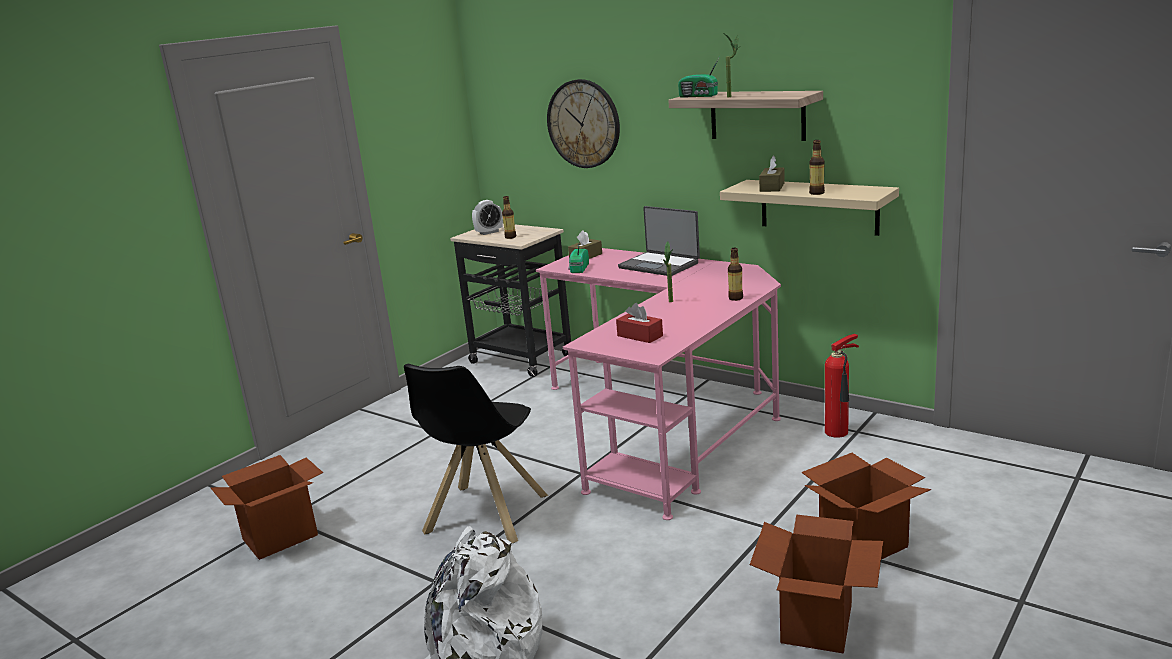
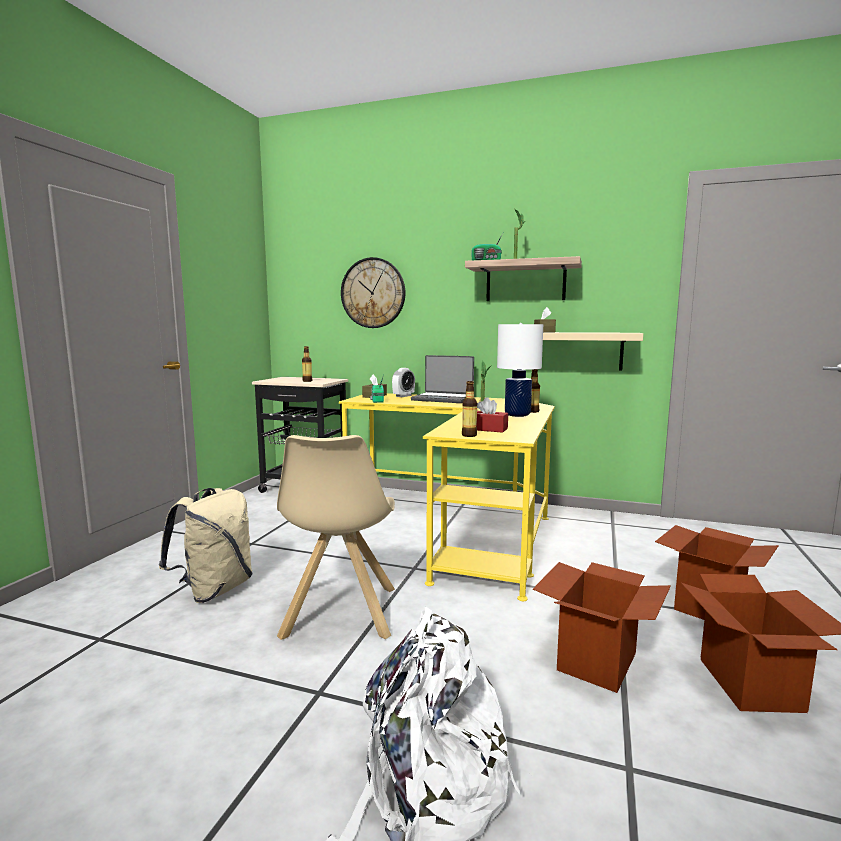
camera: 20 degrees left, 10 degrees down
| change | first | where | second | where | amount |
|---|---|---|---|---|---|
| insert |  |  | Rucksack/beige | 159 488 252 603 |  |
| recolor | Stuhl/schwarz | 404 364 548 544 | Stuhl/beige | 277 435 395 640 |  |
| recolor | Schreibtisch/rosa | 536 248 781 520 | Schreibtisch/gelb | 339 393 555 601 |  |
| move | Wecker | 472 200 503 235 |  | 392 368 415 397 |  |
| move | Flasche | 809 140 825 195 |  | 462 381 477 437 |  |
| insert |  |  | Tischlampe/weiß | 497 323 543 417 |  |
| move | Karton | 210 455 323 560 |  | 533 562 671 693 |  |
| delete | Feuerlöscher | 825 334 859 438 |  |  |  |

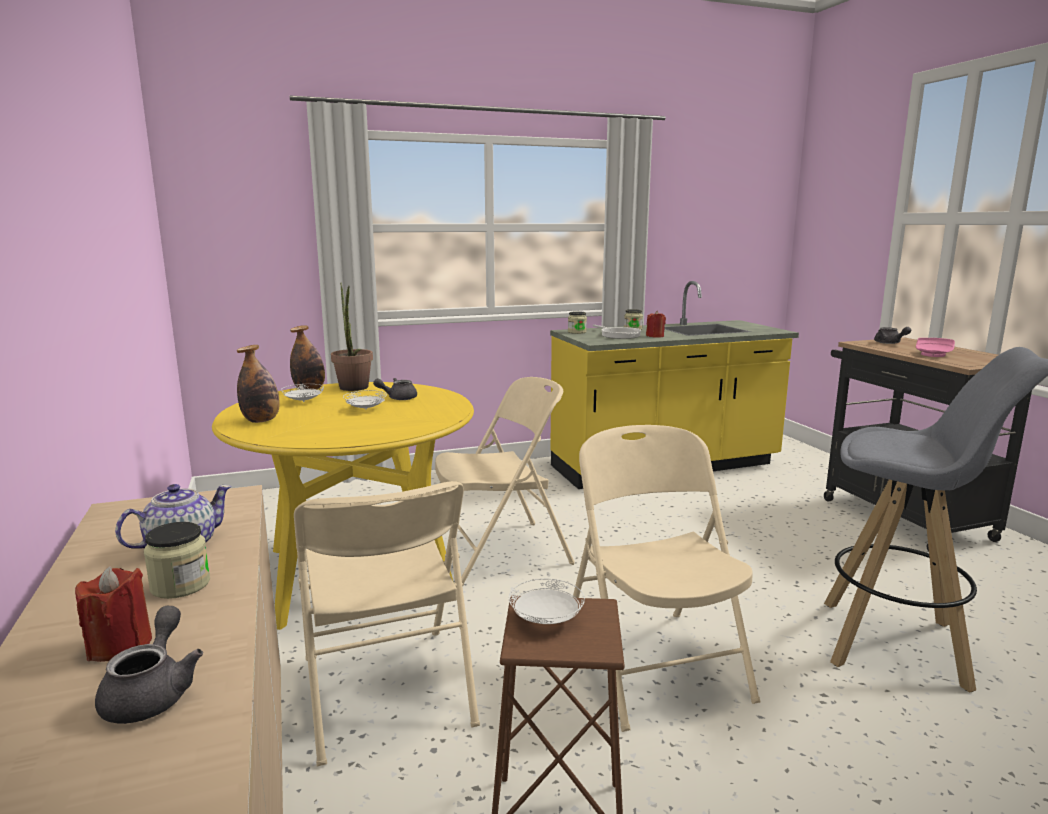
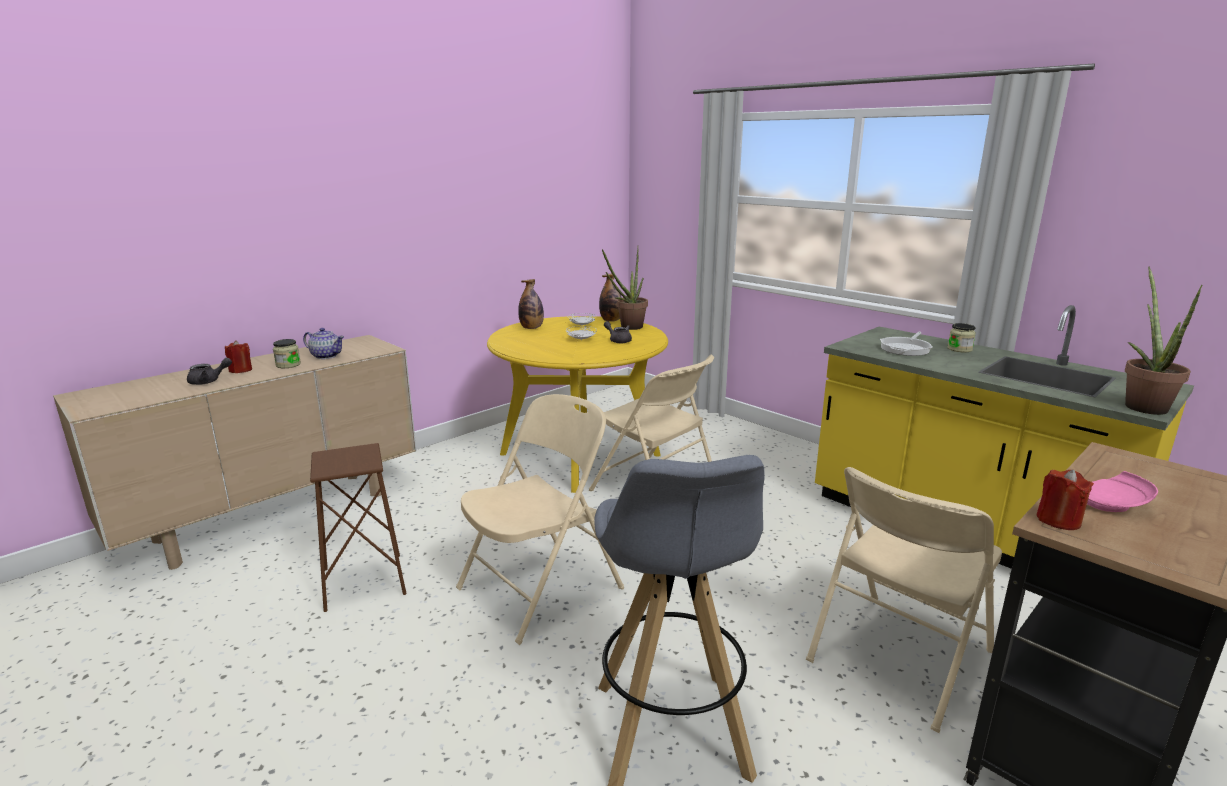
camera: 65 degrees right, 5 degrees up
| change | first | where | second | where | amount |
|---|---|---|---|---|---|
| move | Stuhl/beige | 294 481 480 767 |  | 806 467 1002 733 |  |
| move | Kerze/rot | 646 311 666 337 |  | 1036 470 1094 530 |  |
| insert |  |  | Topfpflanze | 1125 267 1203 415 |  |
| delete | Teller/weiß | 509 579 585 624 |  |  |  |
| delete | Vorratsglas | 568 311 587 334 |  |  |  |
| delete | Teekanne/grau | 874 327 911 344 |  |  |  |

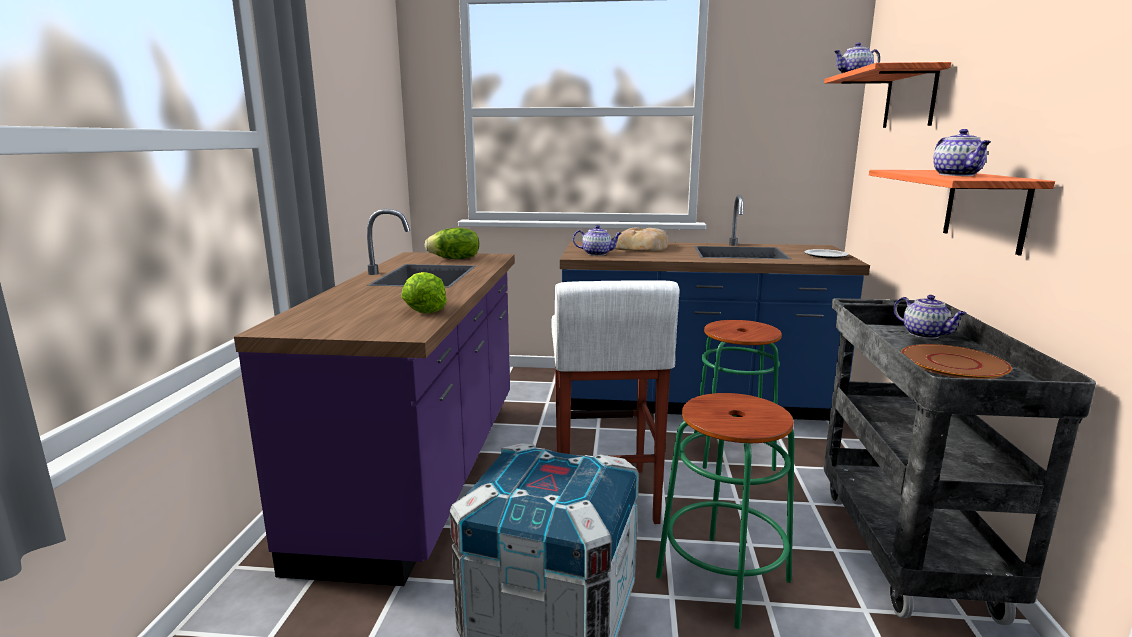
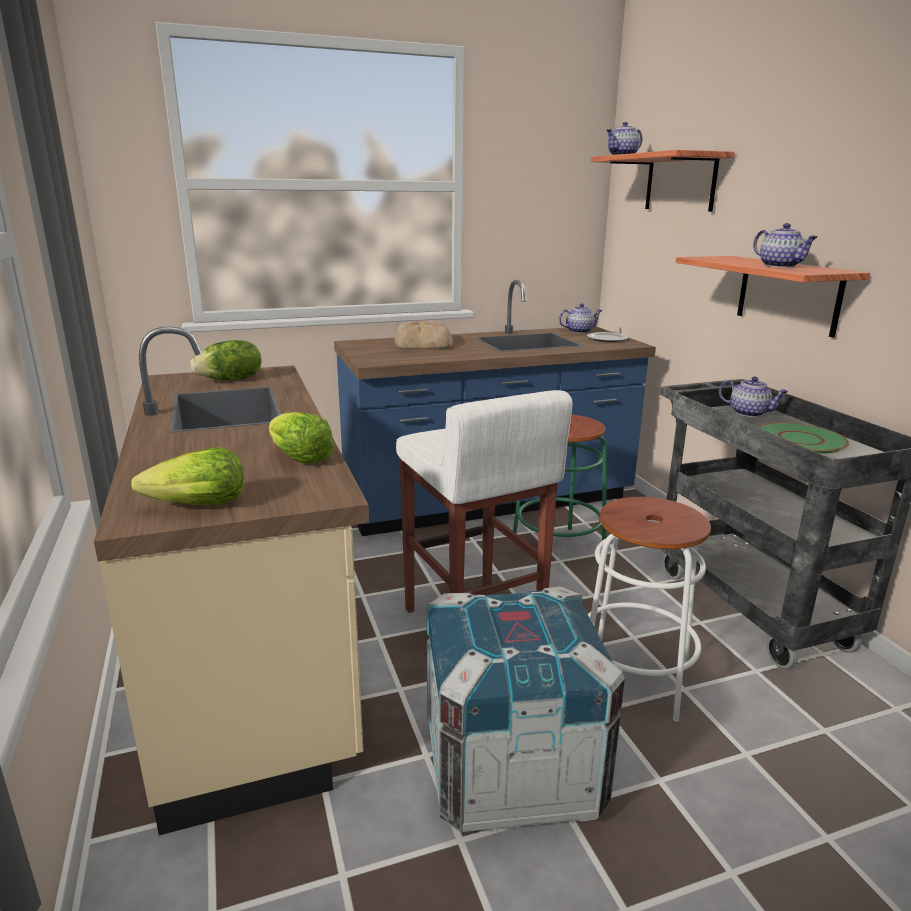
camera: 25 degrees left, 5 degrees up
| change | first | where | second | where | amount |
|---|---|---|---|---|---|
| recolor | Küchenzeile/lila | 234 209 515 586 | Küchenzeile/beige | 94 327 369 835 |  |
| insert |  |  | Salatkopf | 131 447 243 505 |  |
| move | Teekanne | 573 225 622 256 |  | 559 303 602 333 |  |
| recolor | Hocker/grün | 656 393 794 629 | Hocker/weiß | 588 497 711 722 |  |
| recolor | Teller/braun | 901 344 1012 379 | Teller/grün | 758 423 849 454 |  |

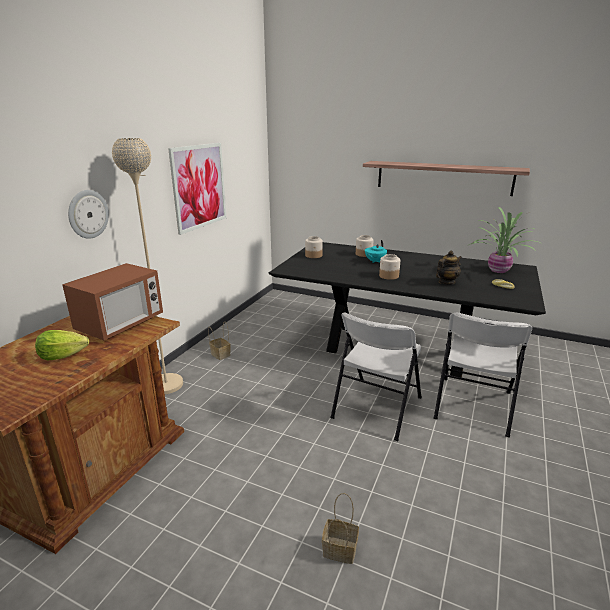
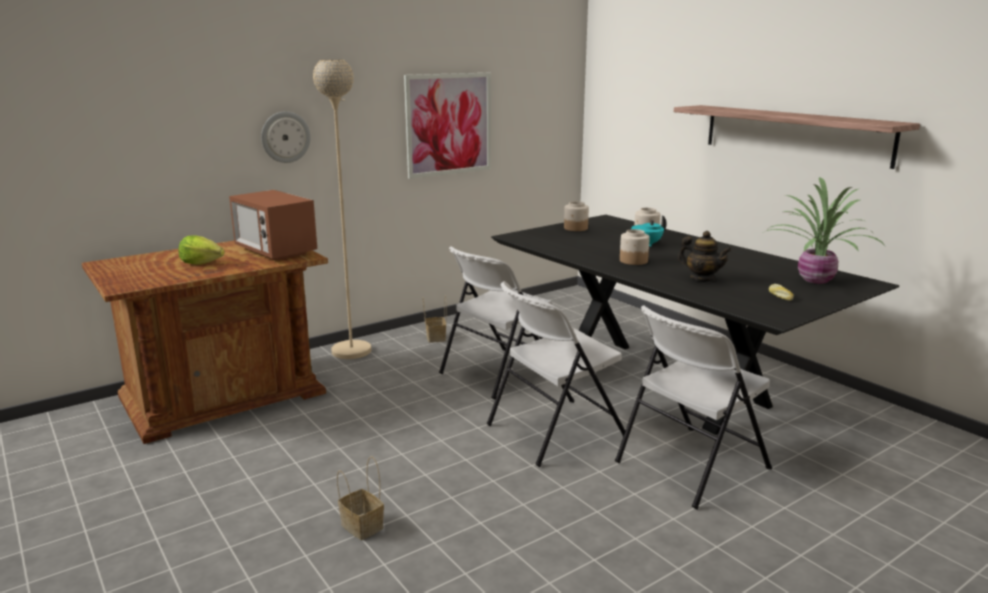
camera: 30 degrees right, 5 degrees down
| change | first | where | second | where | amount |
|---|---|---|---|---|---|
| rotate | Mikrowelle | 62 263 163 340 |  | 229 190 317 260 | 75 degrees clockwise |
| insert |  |  | Stuhl/weiß | 439 246 551 399 |  |
| rotate | Teekanne | 436 251 462 285 |  | 678 231 732 282 | 45 degrees clockwise |

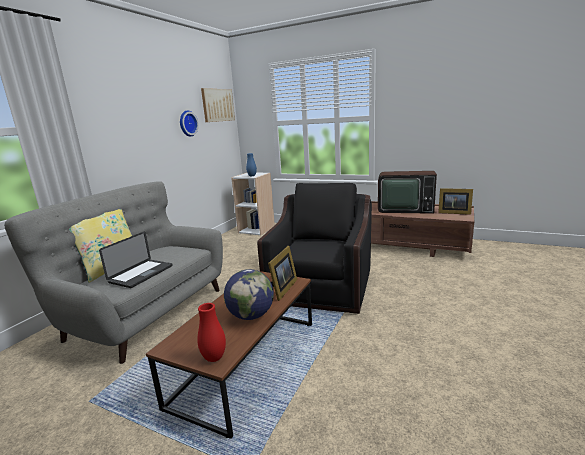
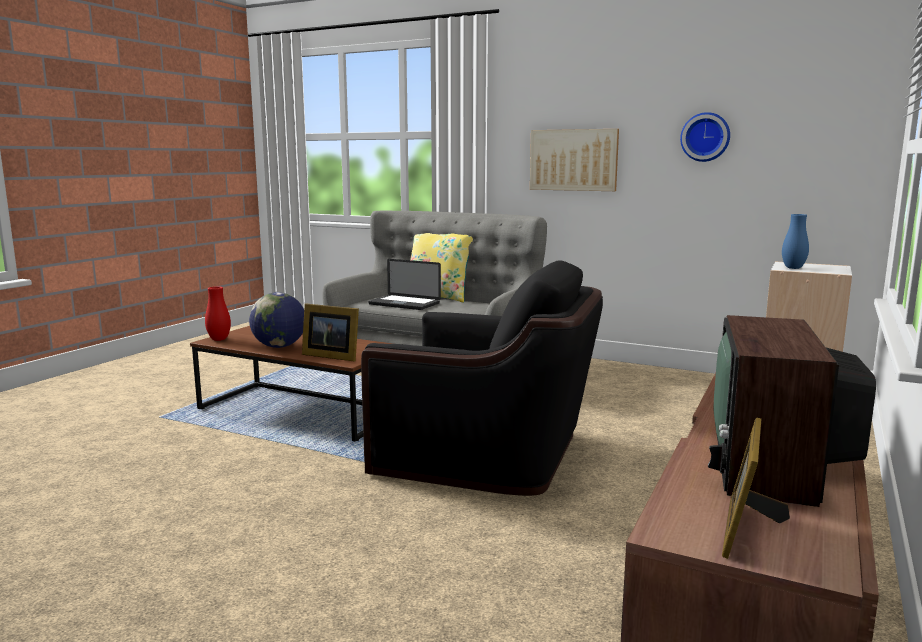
camera: 90 degrees right, 5 degrees down
| change | first | where | second | where | amount |
|---|---|---|---|---|---|
| move | Bild | 201 88 235 122 |  | 530 129 619 191 |  |

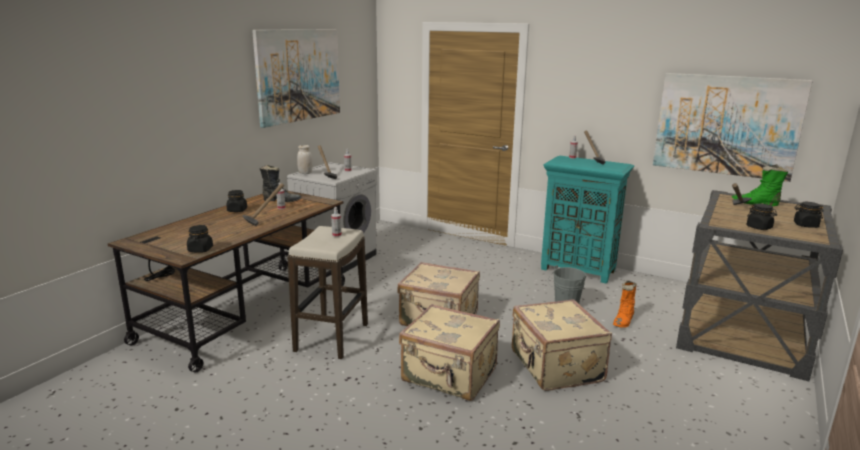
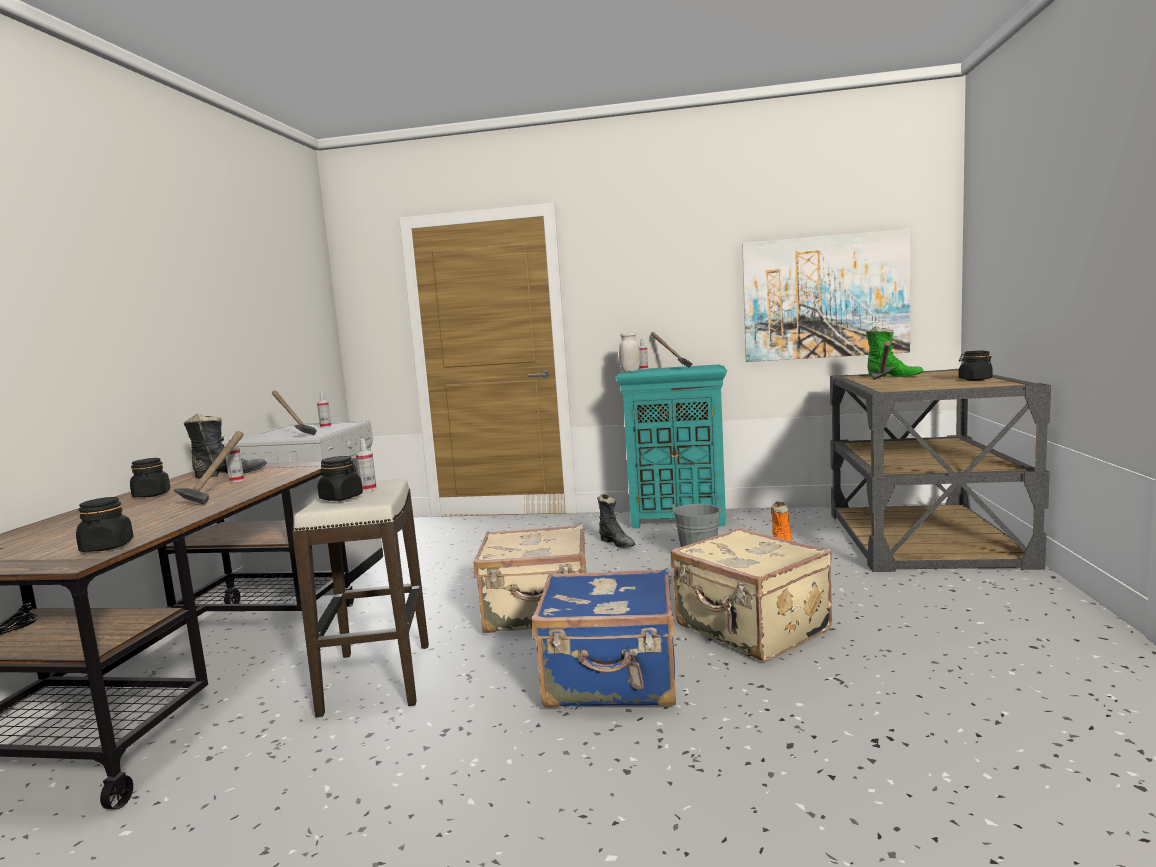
camera: 20 degrees left, 10 degrees down
| change | first | where | second | where | amount |
|---|---|---|---|---|---|
| move | Vorratsglas/schwarz | 746 204 777 230 |  | 318 456 363 501 |  |
| recolor | Koffer/beige | 399 304 500 401 | Koffer/blau | 532 568 676 708 |  |
| insert |  |  | Stiefel/schwarz | 597 494 636 548 |  |
| move | Vorratsglas/weiß | 297 145 313 174 |  | 619 332 640 372 |  |
| rotate | Stiefel/grün | 732 164 788 206 |  | 866 326 924 377 | 135 degrees counterclockwise |
| delete | Bild | 252 29 340 128 |  |  |  |

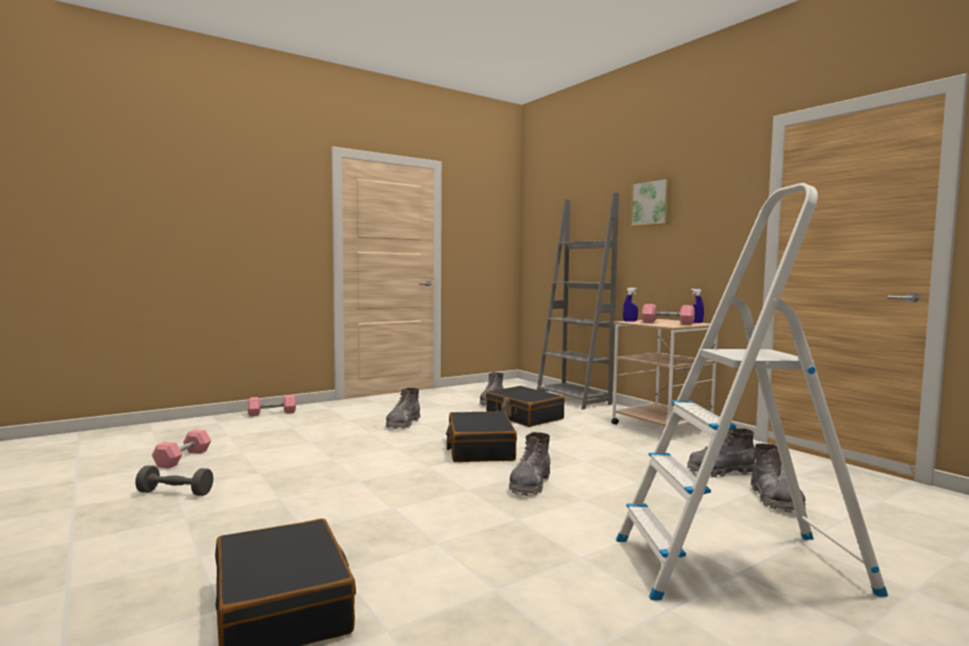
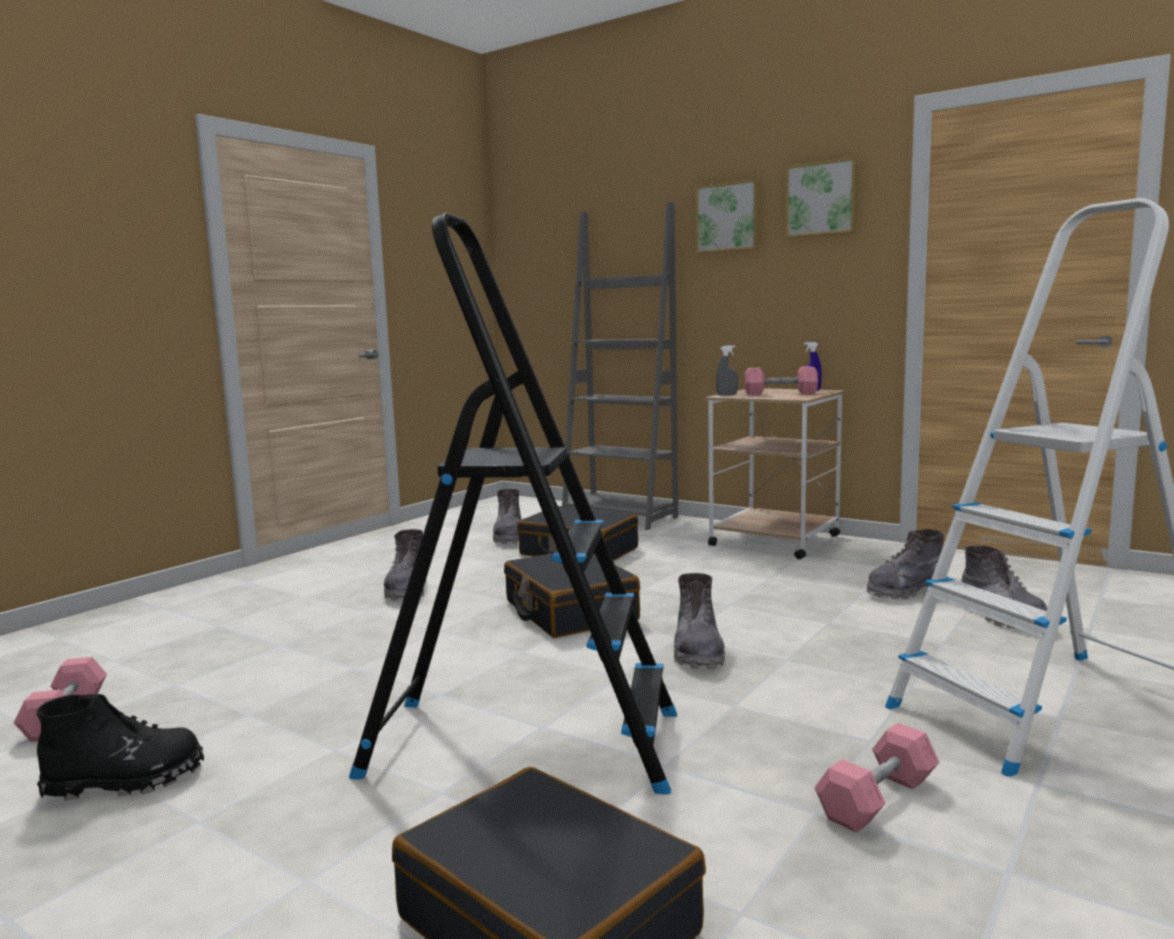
camera: 20 degrees left, 5 degrees up
| change | first | where | second | where | amount |
|---|---|---|---|---|---|
| replace | Hantel/grau | 135 465 213 496 | Stiefel/schwarz | 37 694 204 800 |  |
| insert |  |  | Trittleiter/schwarz | 349 213 677 794 |  |
| recolor | Sprühflasche/blau | 623 288 638 322 | Sprühflasche/grau | 716 345 738 395 |  |
| insert |  |  | Bild | 785 157 858 238 |  |
| move | Hantel/rosa | 248 395 296 416 |  | 815 723 939 833 |  |

